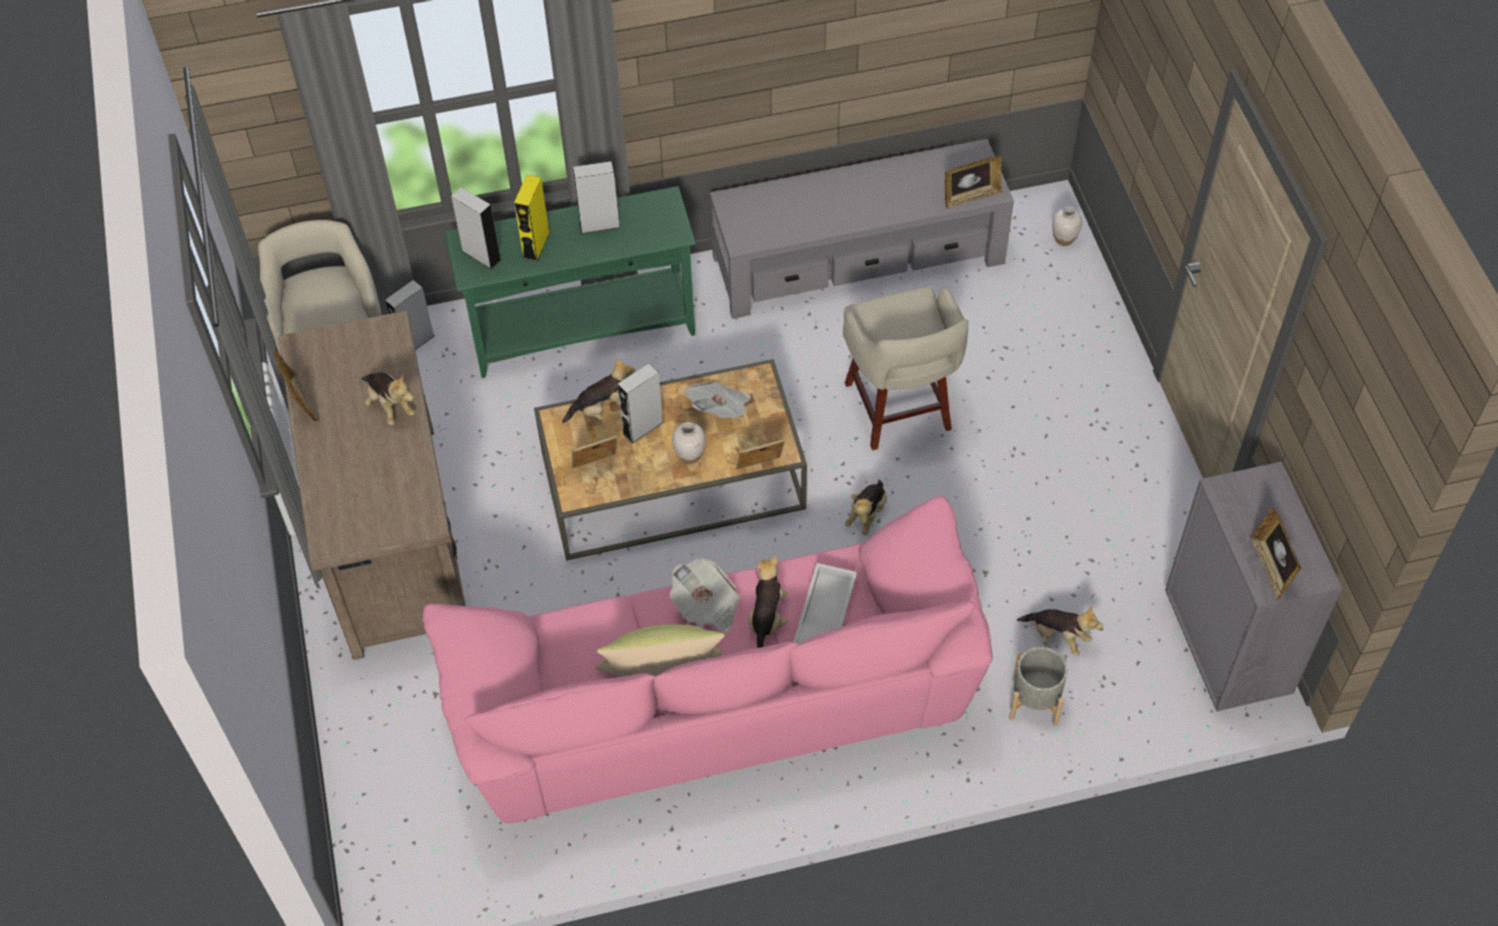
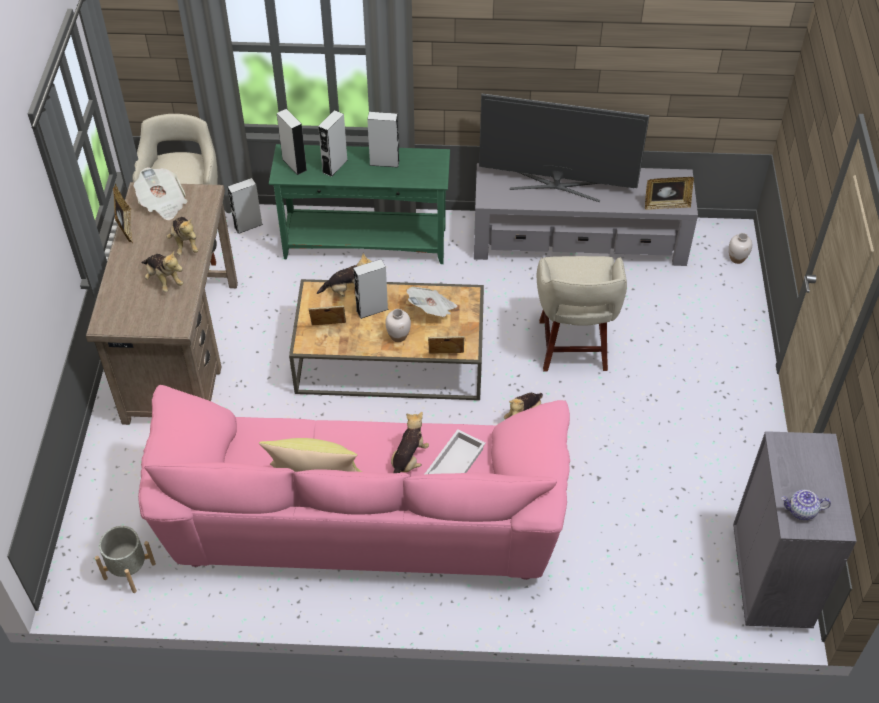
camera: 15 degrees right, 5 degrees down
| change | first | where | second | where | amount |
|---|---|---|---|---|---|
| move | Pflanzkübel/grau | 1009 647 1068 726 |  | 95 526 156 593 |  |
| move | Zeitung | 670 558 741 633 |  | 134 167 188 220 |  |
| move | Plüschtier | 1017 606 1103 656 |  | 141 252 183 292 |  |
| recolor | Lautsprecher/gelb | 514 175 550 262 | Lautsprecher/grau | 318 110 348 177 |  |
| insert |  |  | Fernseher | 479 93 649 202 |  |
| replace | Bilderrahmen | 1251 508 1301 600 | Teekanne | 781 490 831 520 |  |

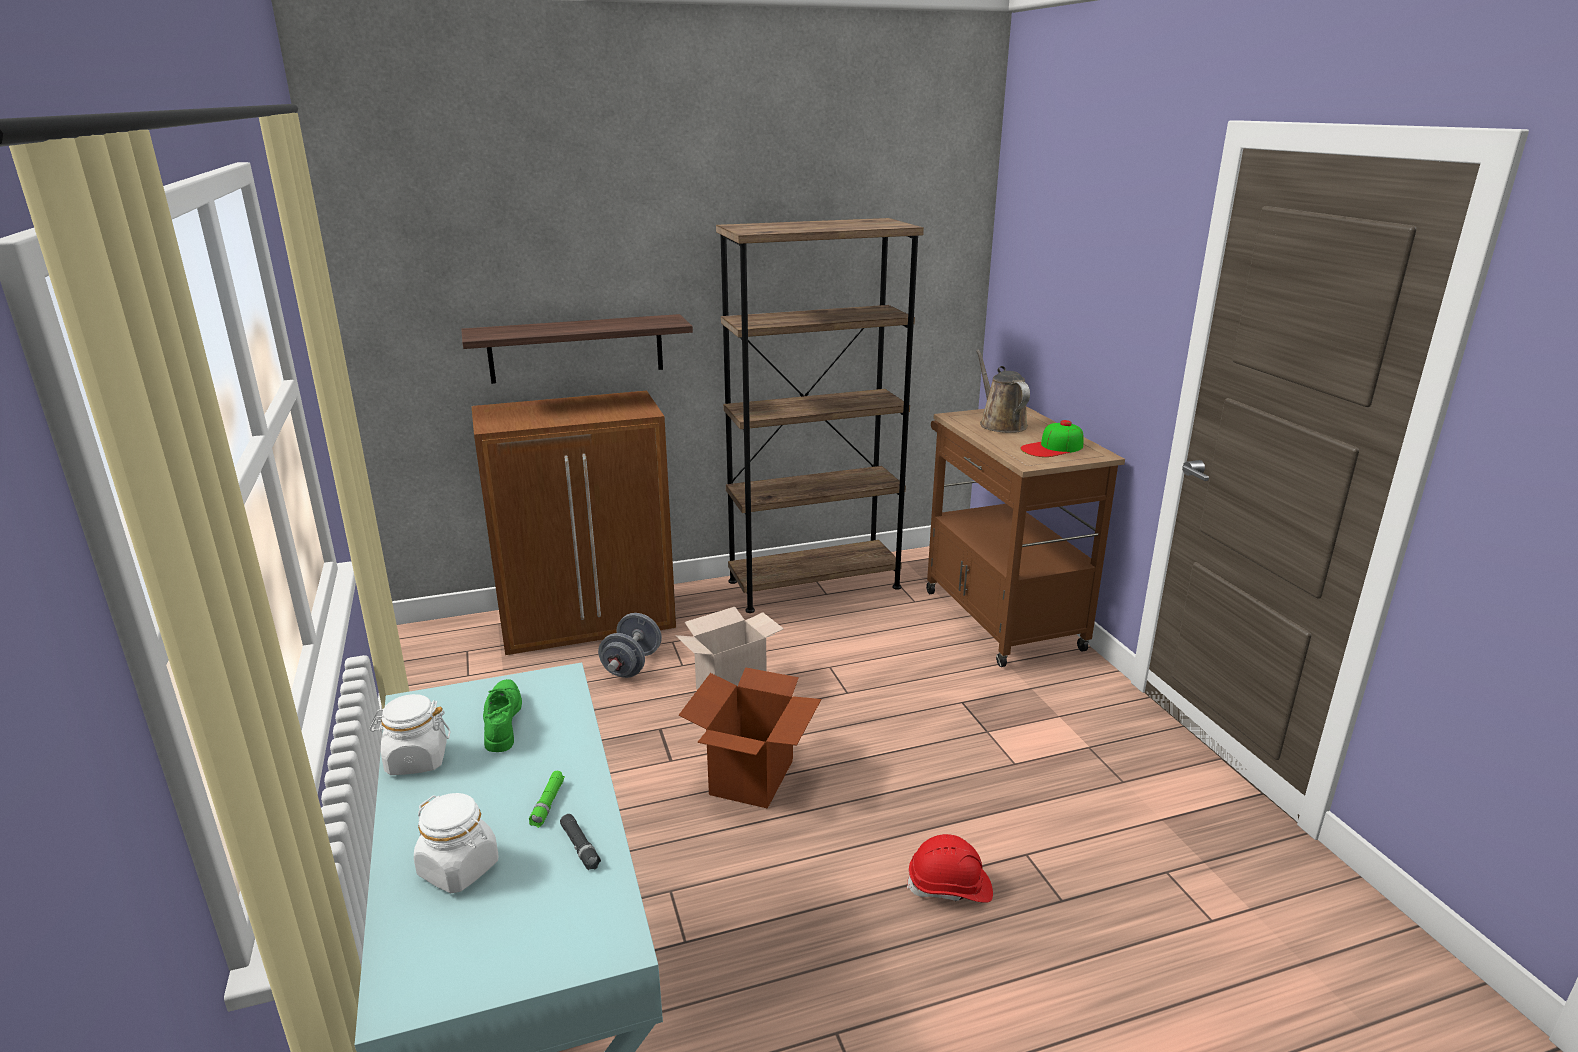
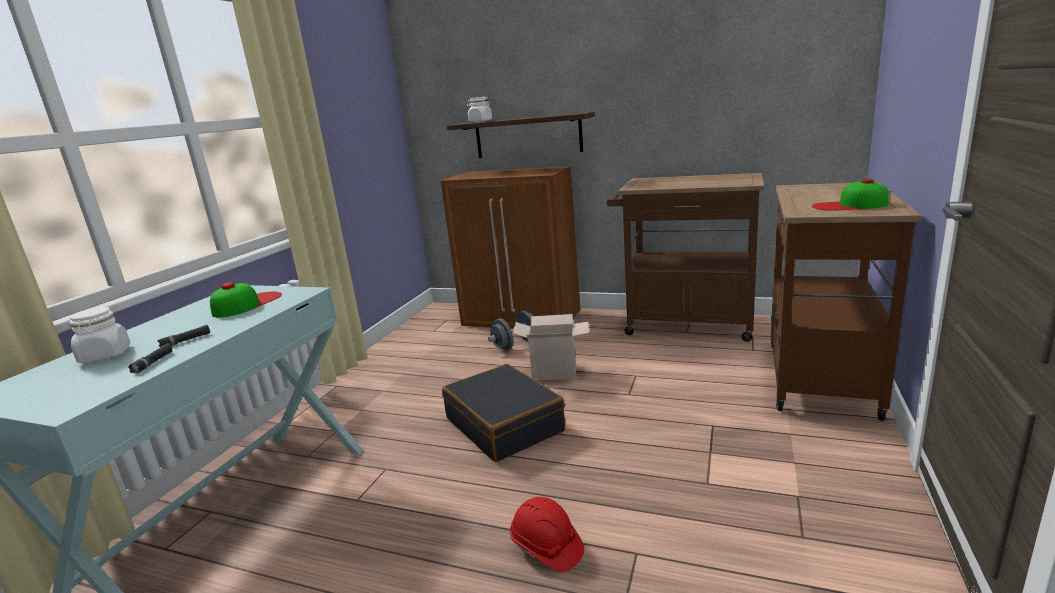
camera: 40 degrees right, 5 degrees down
| change | first | where | second | where | amount |
|---|---|---|---|---|---|
| recolor | Taschenlampe/grün | 529 771 565 828 | Taschenlampe/schwarz | 157 325 210 347 |  |
| replace | Schuh/grün | 483 679 522 752 | Kappe | 210 282 282 317 |  |
| replace | Karton | 678 667 821 809 | Koffer/schwarz | 442 364 565 462 |  |
| move | Vorratsglas/weiß | 370 694 451 775 |  | 467 97 492 122 |  |
| replace | Bücherregal/braun | 716 218 924 613 | Rollwagen/braun | 607 173 764 342 |  |
| delete | Gießkanne/braun | 976 349 1030 433 |  |  |  |

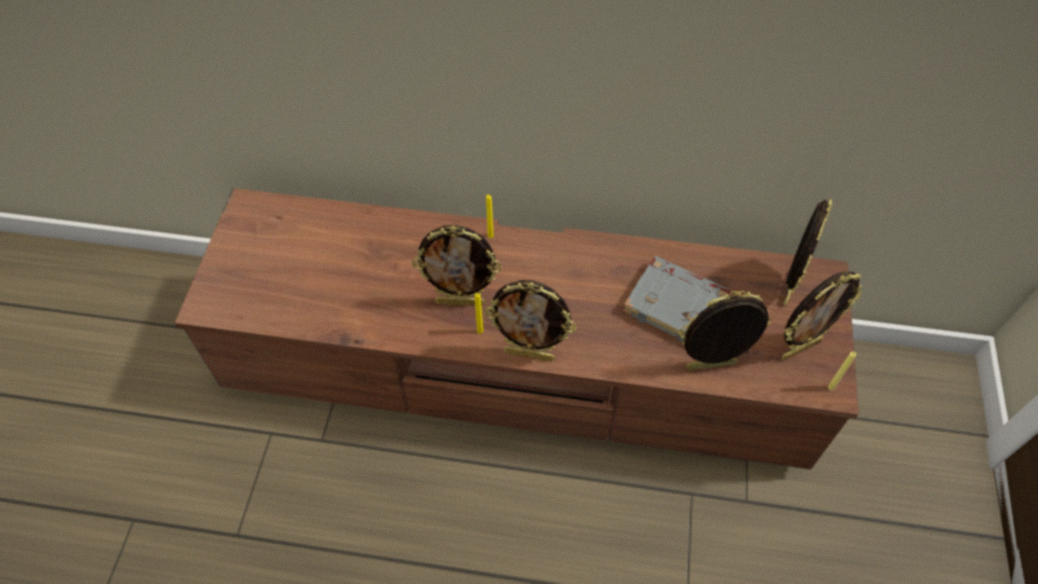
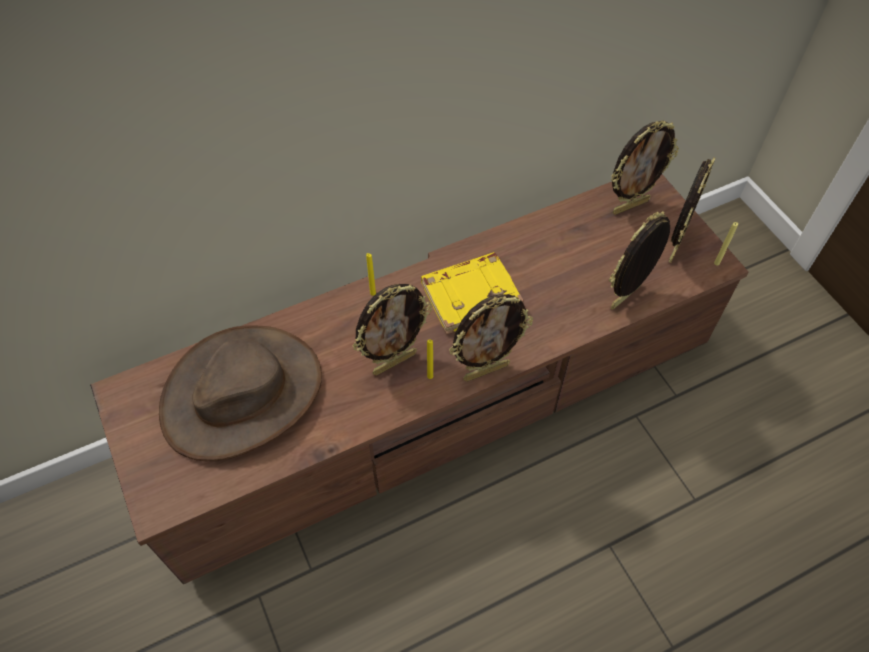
camera: 35 degrees left, 0 degrees up
| change | first | where | second | where | amount |
|---|---|---|---|---|---|
| insert |  |  | Hut/braun | 159 325 322 461 |  |
| insert |  |  | Buch/gelb | 421 252 524 335 |  |
| rotate | Bilderrahmen | 784 199 833 305 |  | 611 121 679 215 | 75 degrees clockwise |
| delete | Buch/grau | 623 256 732 342 |  |  |  |

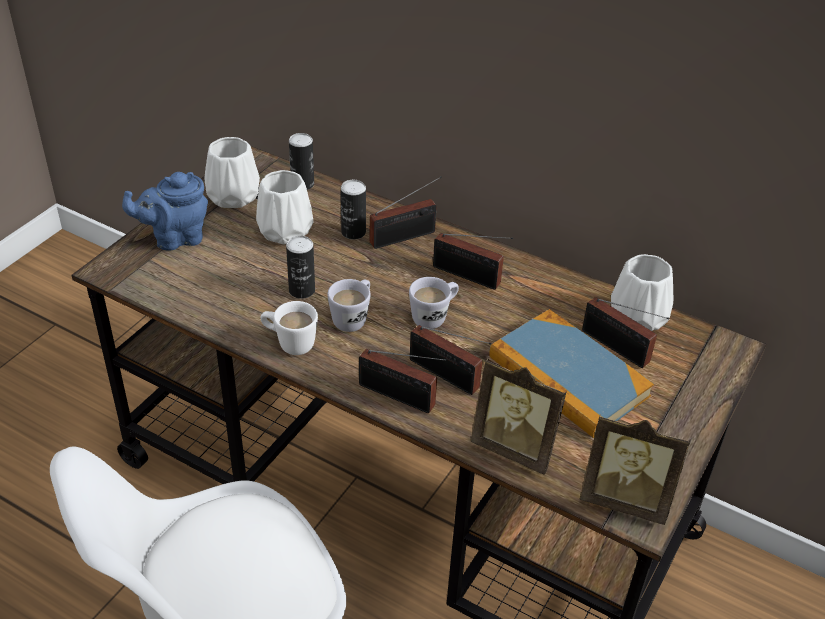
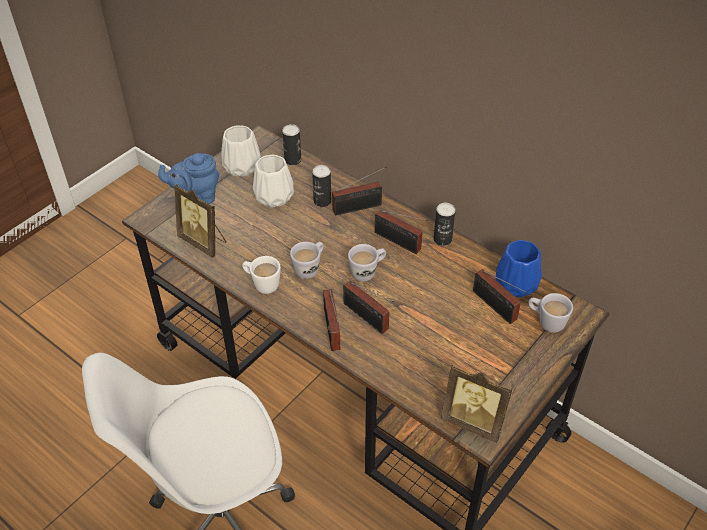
camera: 10 degrees right, 5 degrees up
| change | first | where | second | where | amount |
|---|---|---|---|---|---|
| move | Bilderrahmen | 470 359 567 475 |  | 174 184 226 258 |  |
| rotate | Radio | 359 349 446 413 |  | 323 289 340 351 | 45 degrees clockwise |
| move | Dose | 286 236 315 299 |  | 434 203 456 246 |  |
| recolor | Vase/weiß | 611 254 673 331 | Vase/blau | 495 240 542 298 |  |
| insert |  |  | Henkelbecher/weiß | 528 293 573 333 |  |
| delete | Buch | 489 309 654 438 |  |  |  |

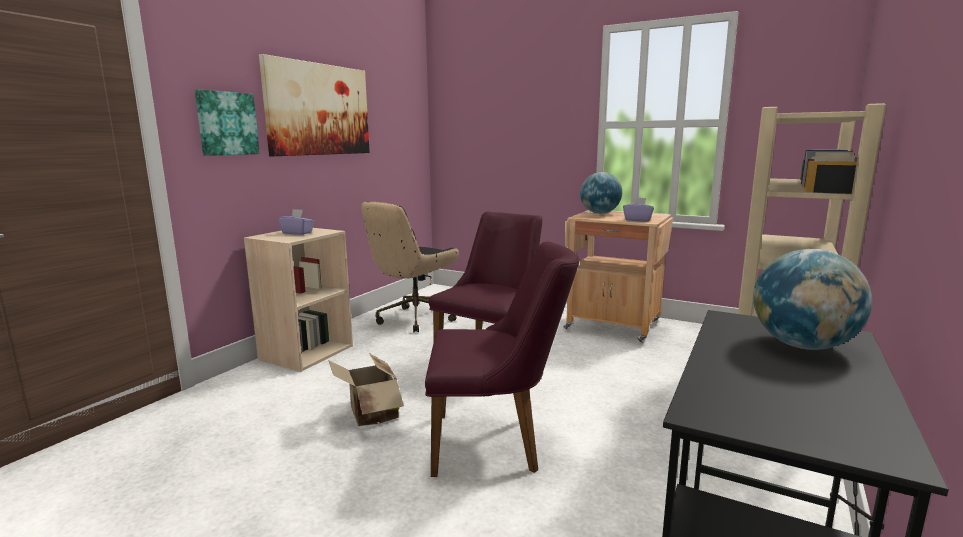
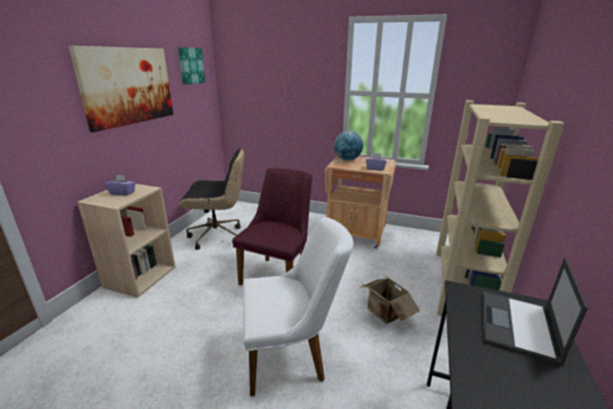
camera: 10 degrees left, 10 degrees up
| change | first | where | second | where | amount |
|---|---|---|---|---|---|
| move | Bild | 195 89 260 156 |  | 178 47 205 85 |  |
| rotate | Bürostuhl/schwarz | 361 202 459 333 |  | 179 149 244 250 | 120 degrees counterclockwise |
| recolor | Stuhl/lila | 425 241 579 477 | Stuhl/weiß | 243 217 354 396 |  |
| move | Karton | 328 353 404 426 |  | 361 274 420 324 |  |
| replace | Globus | 753 249 872 350 | Laptop | 483 258 588 366 |  |

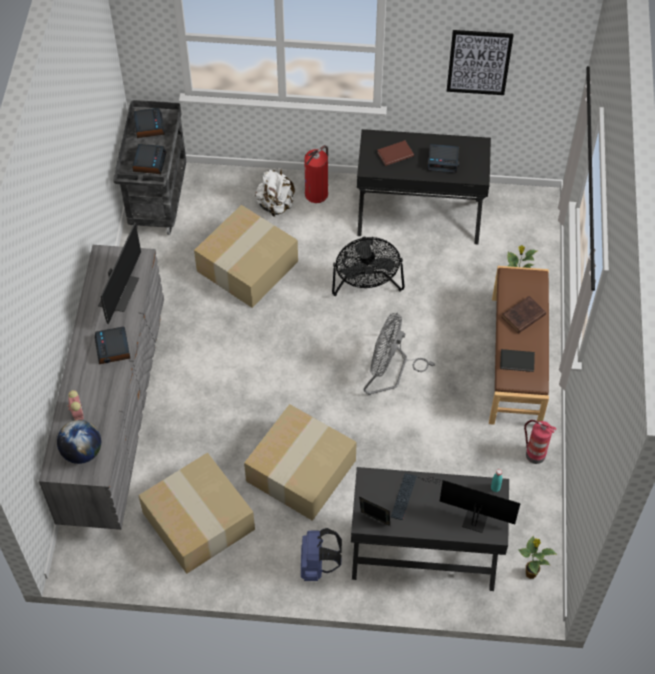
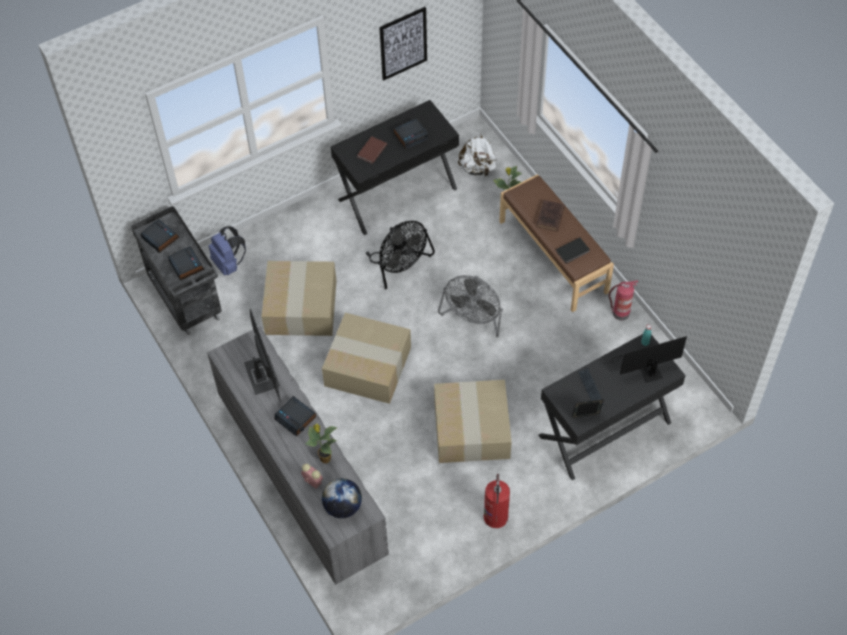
camera: 35 degrees left, 0 degrees up
| change | first | where | second | where | amount |
|---|---|---|---|---|---|
| move | Rucksack/blau | 301 528 342 581 |  | 209 226 246 276 |  |
| move | Topfpflanze | 518 536 556 579 |  | 305 424 338 463 |  |
| move | Karton | 138 452 255 574 |  | 322 313 411 404 |  |
| rotate | Ventilator/grau | 364 313 435 396 |  | 438 275 503 337 | 45 degrees counterclockwise |
| move | Rucksack/weiß | 255 168 295 217 |  | 458 133 497 178 |  |
| move | Feuerlöscher | 304 145 328 203 |  | 484 474 510 528 |  |

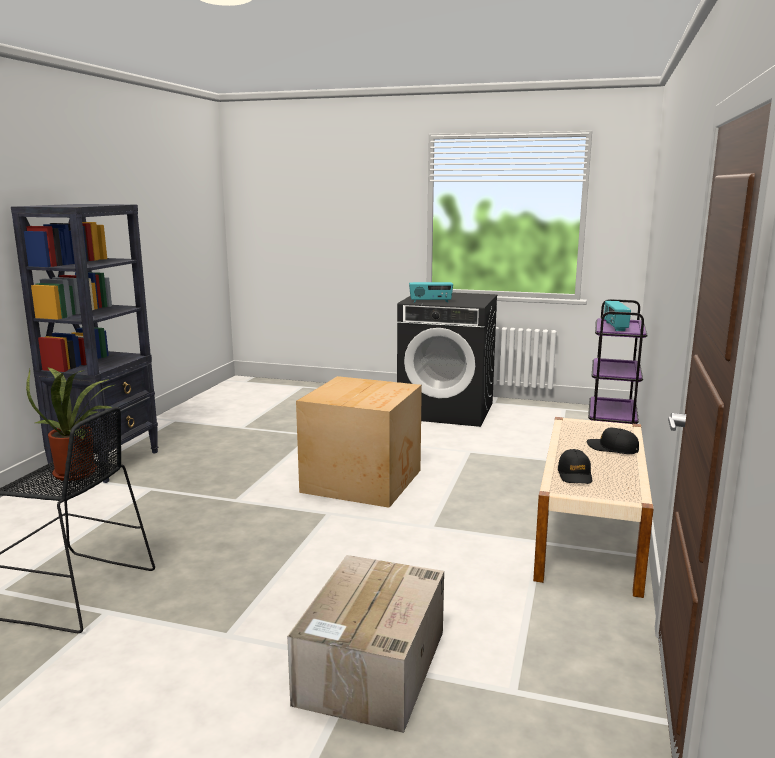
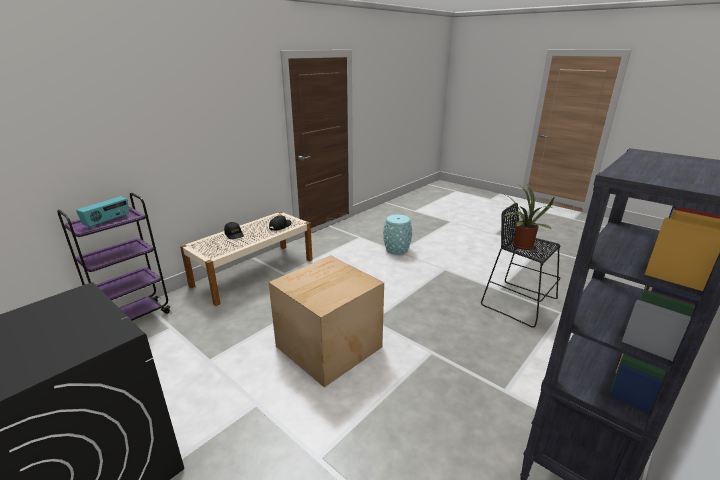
camera: 155 degrees left, 10 degrees up
| change | first | where | second | where | amount |
|---|---|---|---|---|---|
| replace | Karton | 287 555 444 733 | Hocker/türkis | 383 214 412 255 |  |
| delete | Radio | 409 282 453 303 |  |  |  |

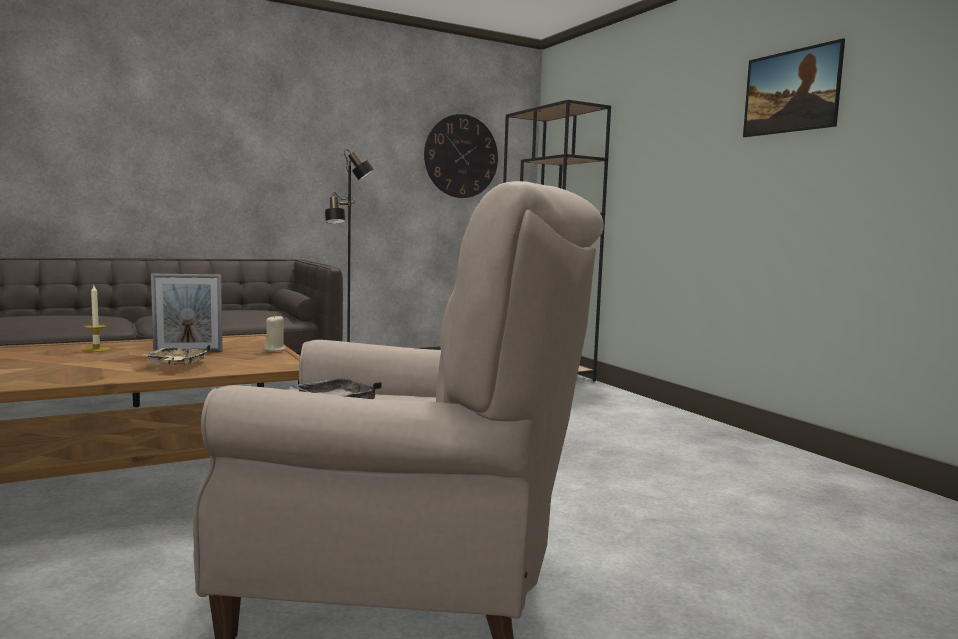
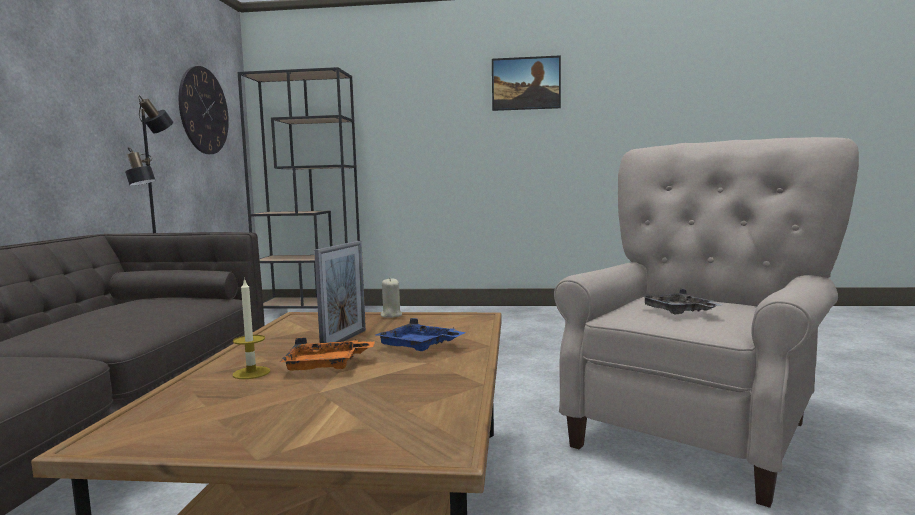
camera: 55 degrees left, 0 degrees up
| change | first | where | second | where | amount |
|---|---|---|---|---|---|
| insert |  |  | Tablett/orange | 280 337 375 371 |  |
| recolor | Tablett/beige | 143 345 210 365 | Tablett/blau | 376 318 466 351 |  |

